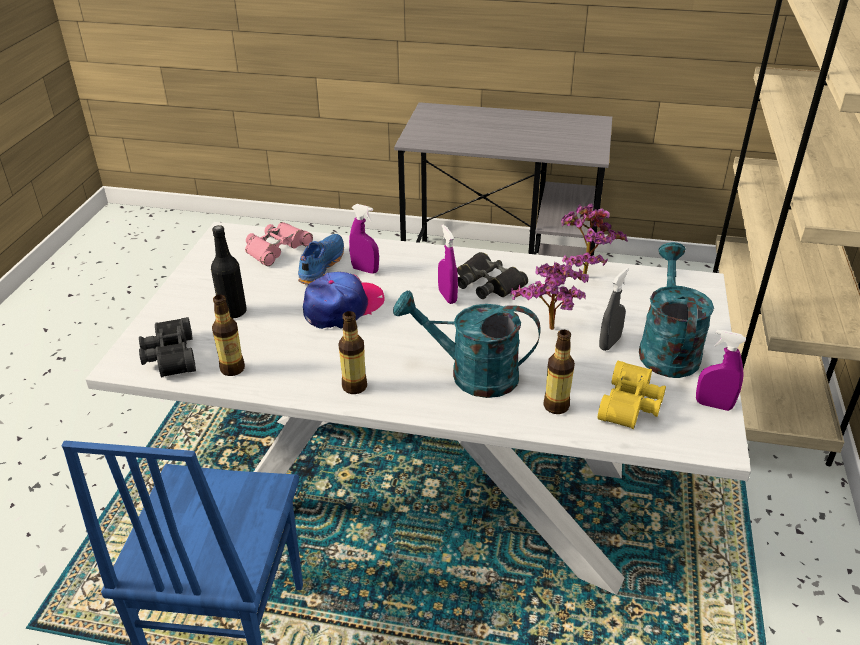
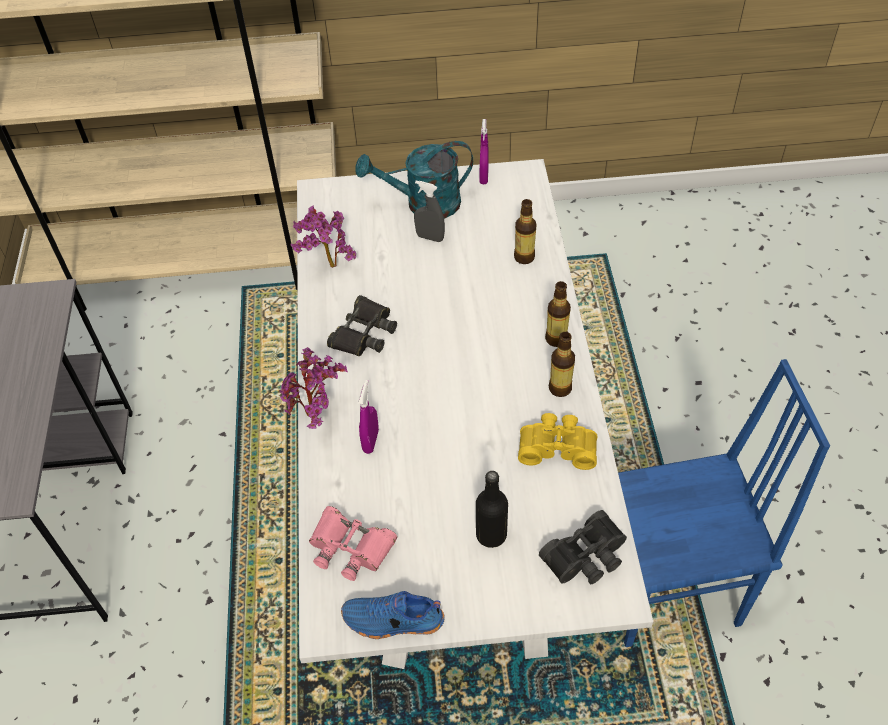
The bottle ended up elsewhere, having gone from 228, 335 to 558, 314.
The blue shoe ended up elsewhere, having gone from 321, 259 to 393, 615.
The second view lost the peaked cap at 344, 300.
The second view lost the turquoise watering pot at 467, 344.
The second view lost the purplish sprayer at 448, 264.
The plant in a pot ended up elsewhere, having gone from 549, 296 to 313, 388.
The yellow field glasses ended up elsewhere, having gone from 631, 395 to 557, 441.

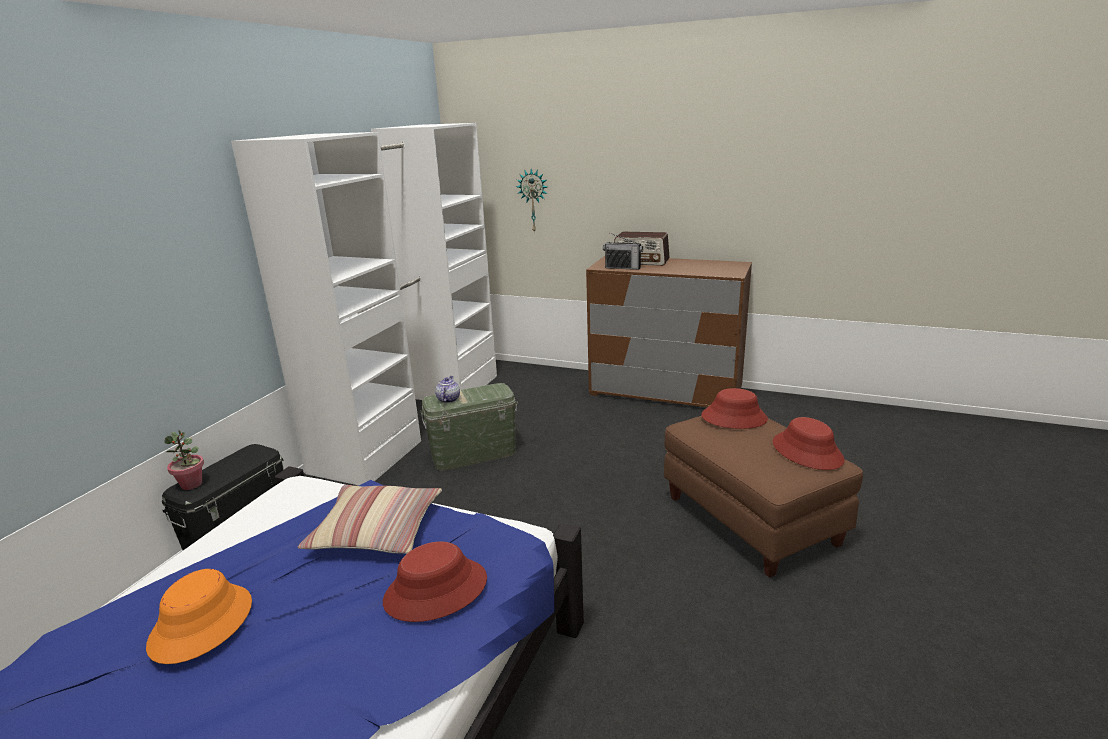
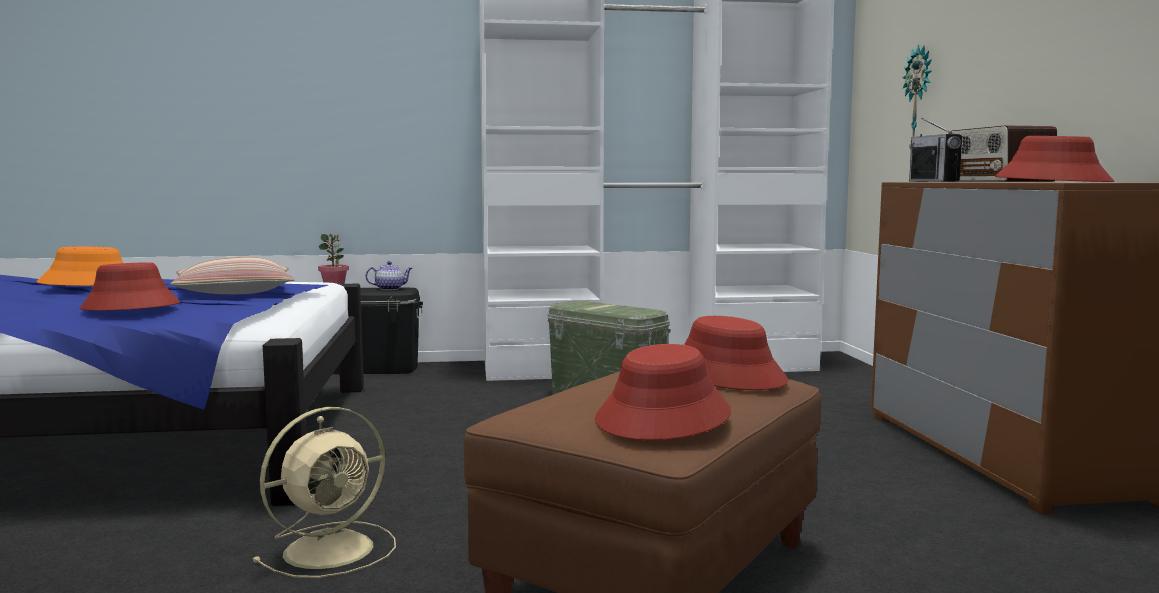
The teapot ended up elsewhere, having gone from 447, 389 to 388, 275.
The second view gained the beige electric fan at 324, 492.
The second view gained the reddish wearable hat at 1054, 159.

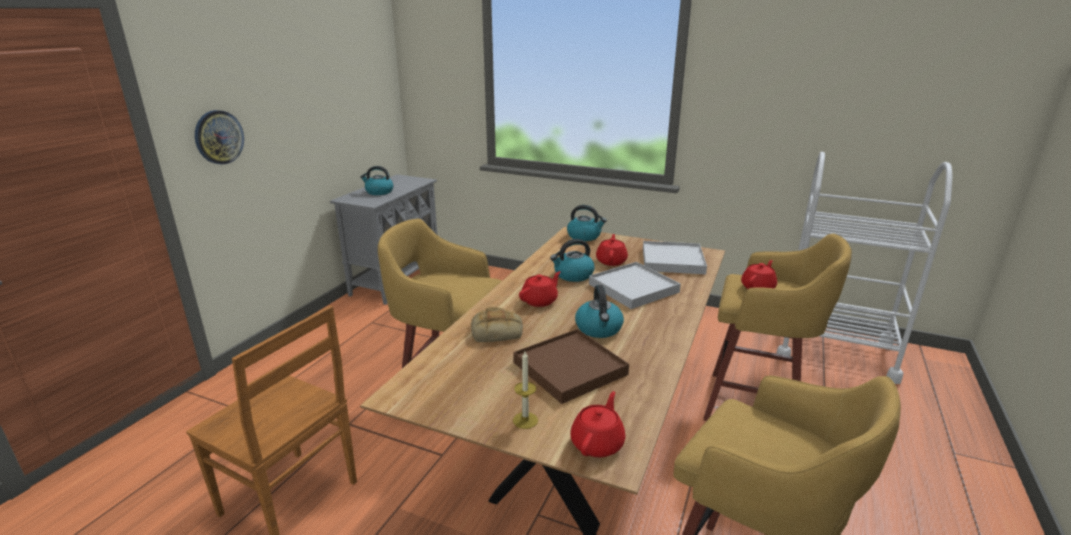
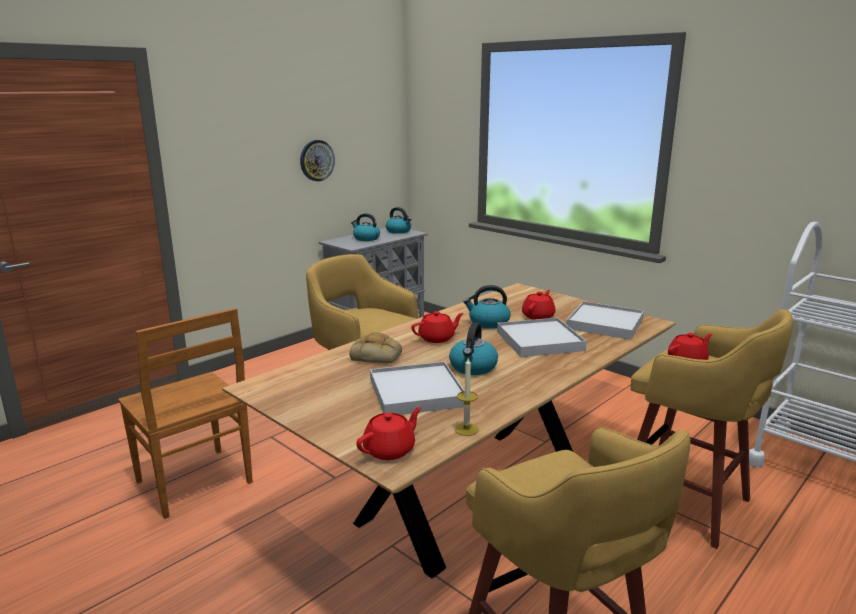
The wall clock ended up elsewhere, having gone from 219, 137 to 317, 160.
What was the brown serving tray at 571, 366 turned into the white-coloured serving tray at 417, 388.
The candle ended up elsewhere, having gone from 525, 390 to 466, 397.
The water kettle ended up elsewhere, having gone from 587, 223 to 399, 220.

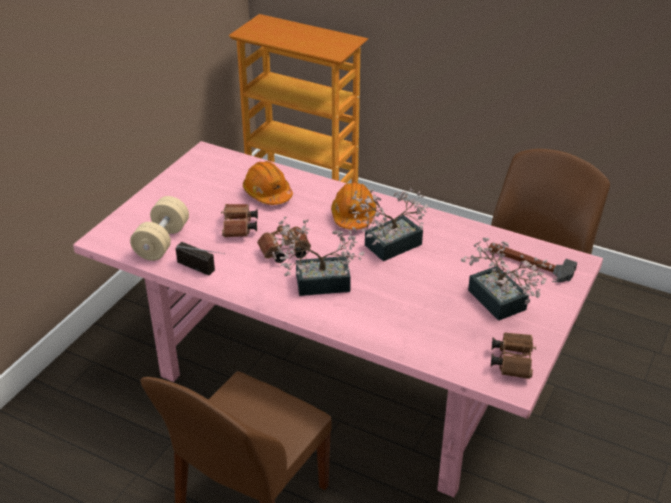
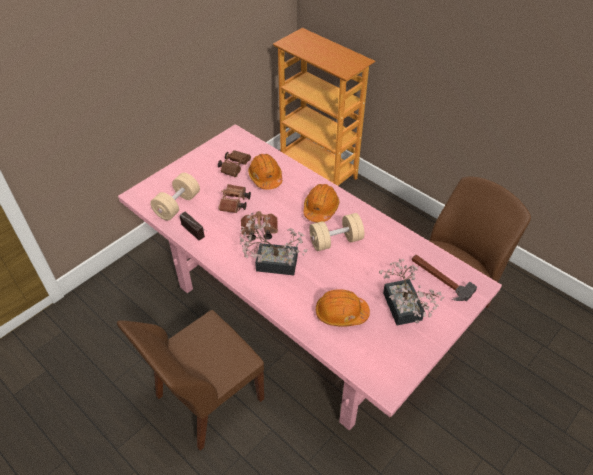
Where the plant in a pot stood at 389, 224, the beige hand weight came to stand at 336, 232.
The brown field glasses ended up elsewhere, having gone from 513, 355 to 234, 163.
The second view gained the orangey safety helmet at 343, 308.

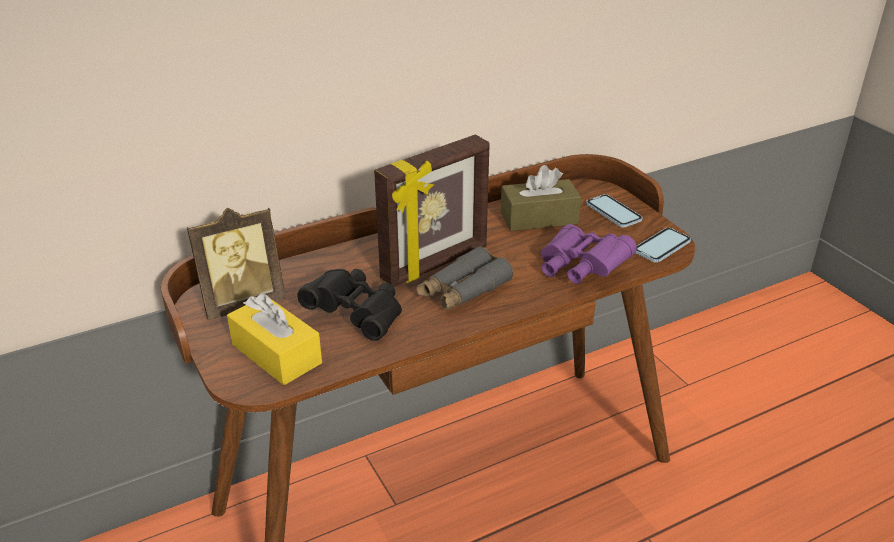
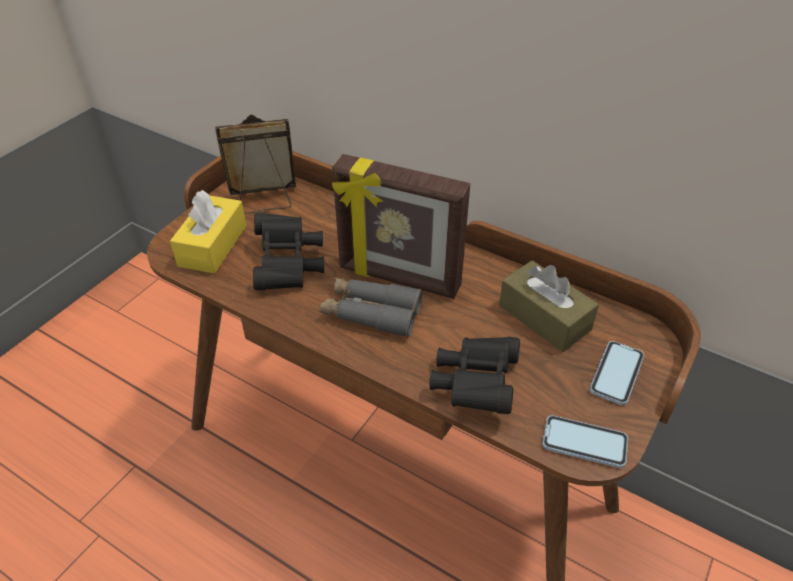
The standing frame at 236, 263 ended up facing another way, 135 degrees clockwise from before.
What was the purplish field glasses at 589, 254 turned into the black-coloured field glasses at 474, 375.

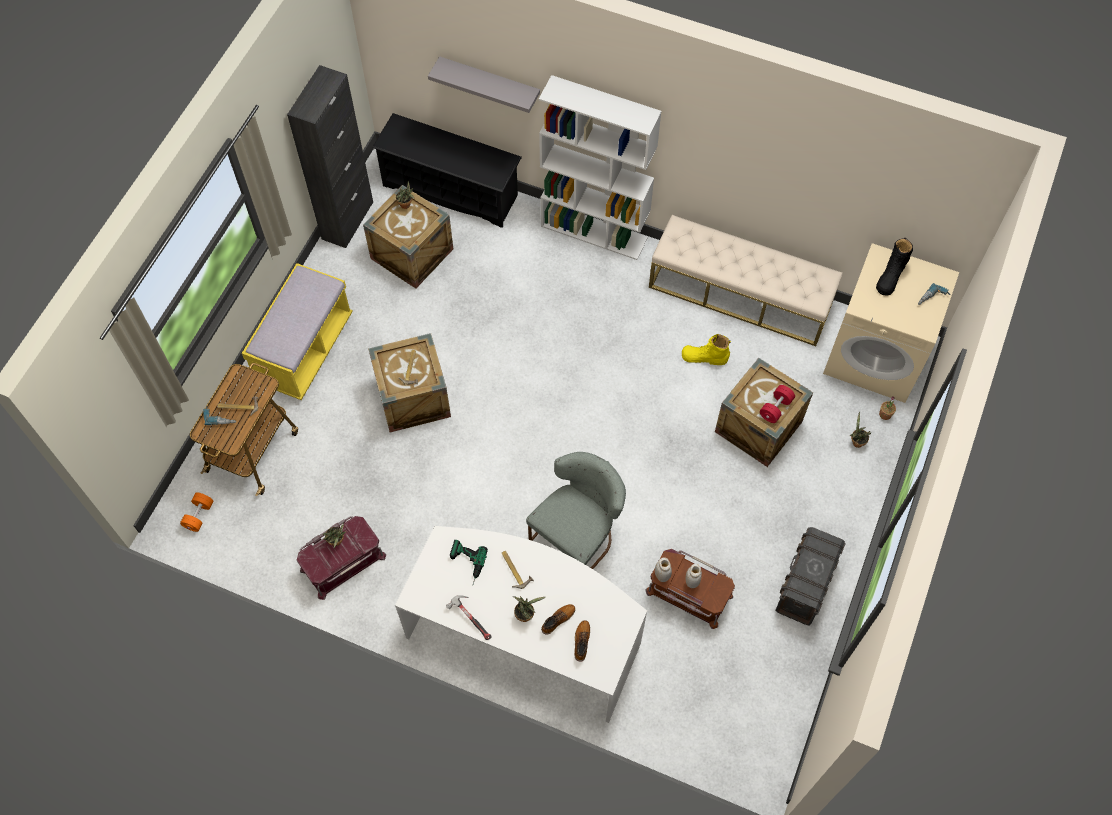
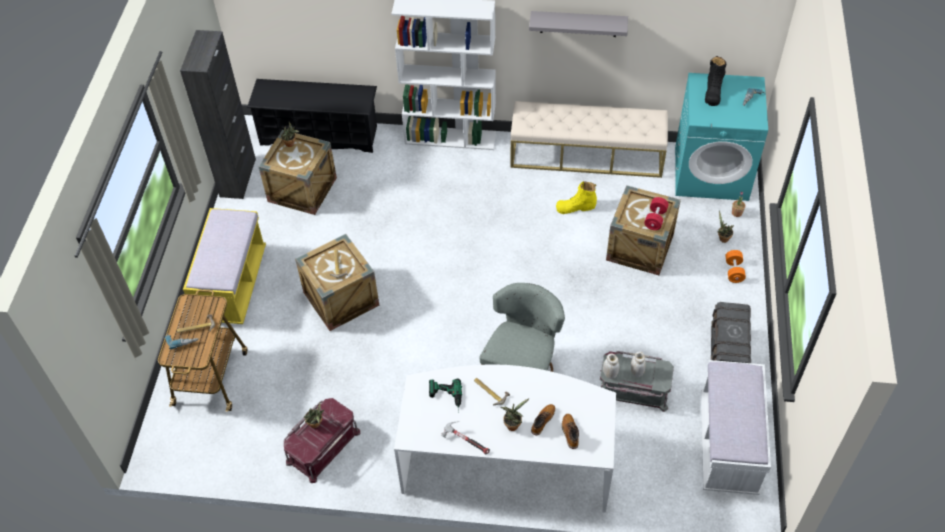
The orangey hand weight ended up elsewhere, having gone from 196, 512 to 735, 266.
The greyish shelf ended up elsewhere, having gone from 484, 84 to 578, 24.
What was the brown storage bin at 690, 589 turned into the greyish storage bin at 637, 381.
What was the beige laundry appliance at 891, 323 turned into the turquoise laundry appliance at 721, 137.
The second view gained the white-coloured indoor bench at 736, 427.

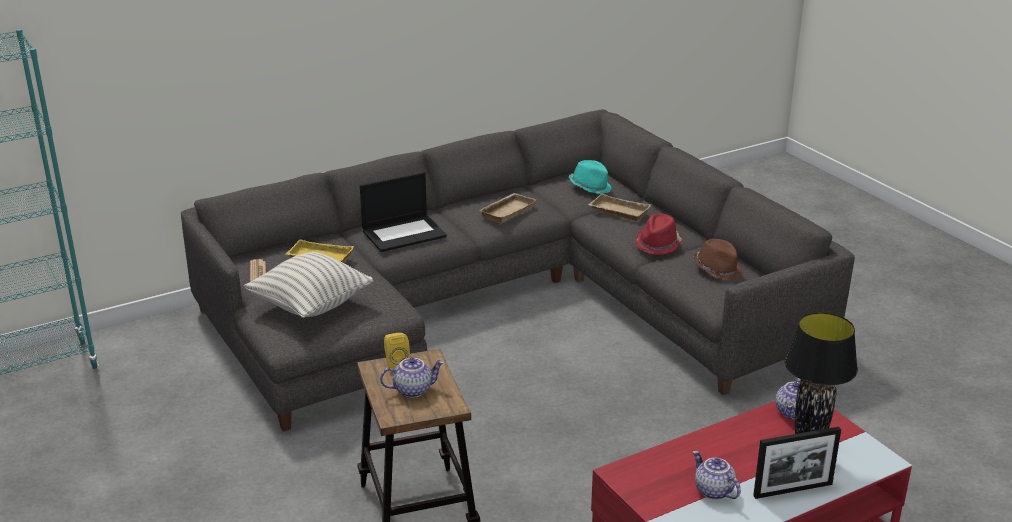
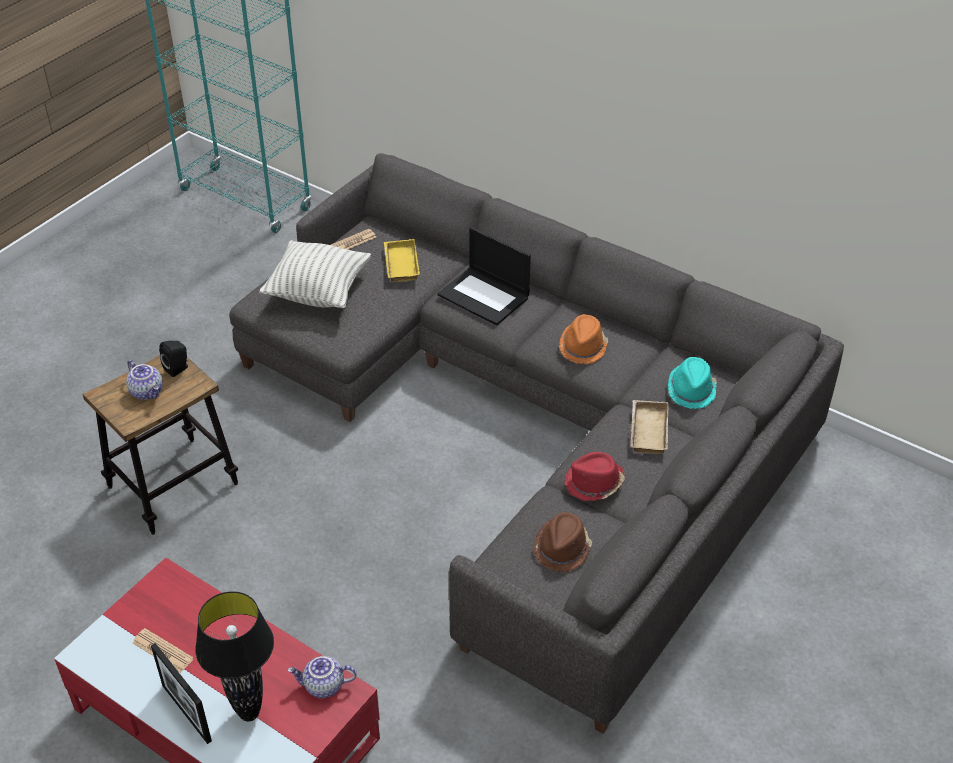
What was the yellow loudspeaker at 397, 352 turned into the black-coloured loudspeaker at 173, 358.
Where the beige serving tray stood at 507, 208, the orangey wearable hat came to stand at 583, 339.
Where the teapot stood at 717, 475, the daily paper came to stand at 163, 650.

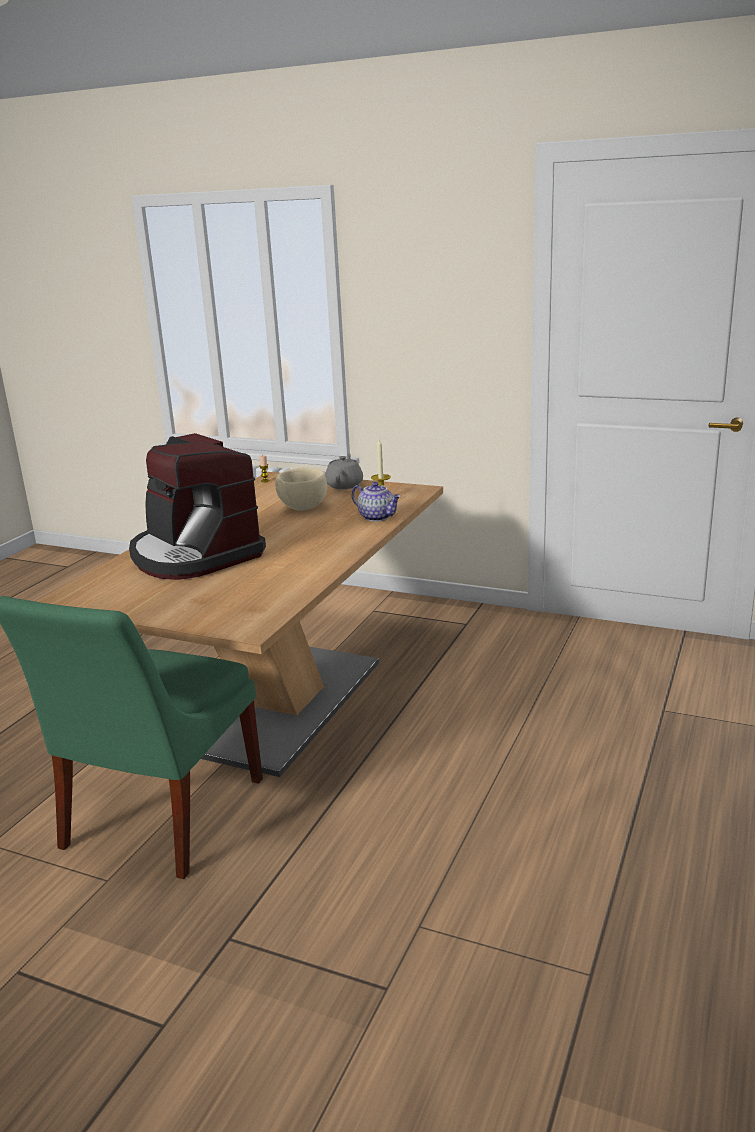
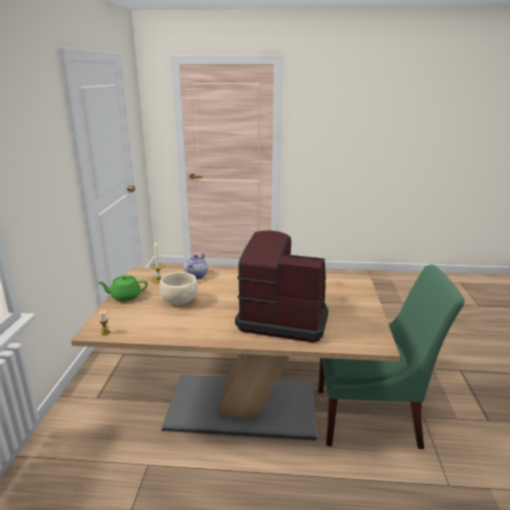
The coffee maker at 197, 506 ended up facing another way, 105 degrees counterclockwise from before.
What was the greyish teapot at 344, 471 turned into the greenish teapot at 123, 288.

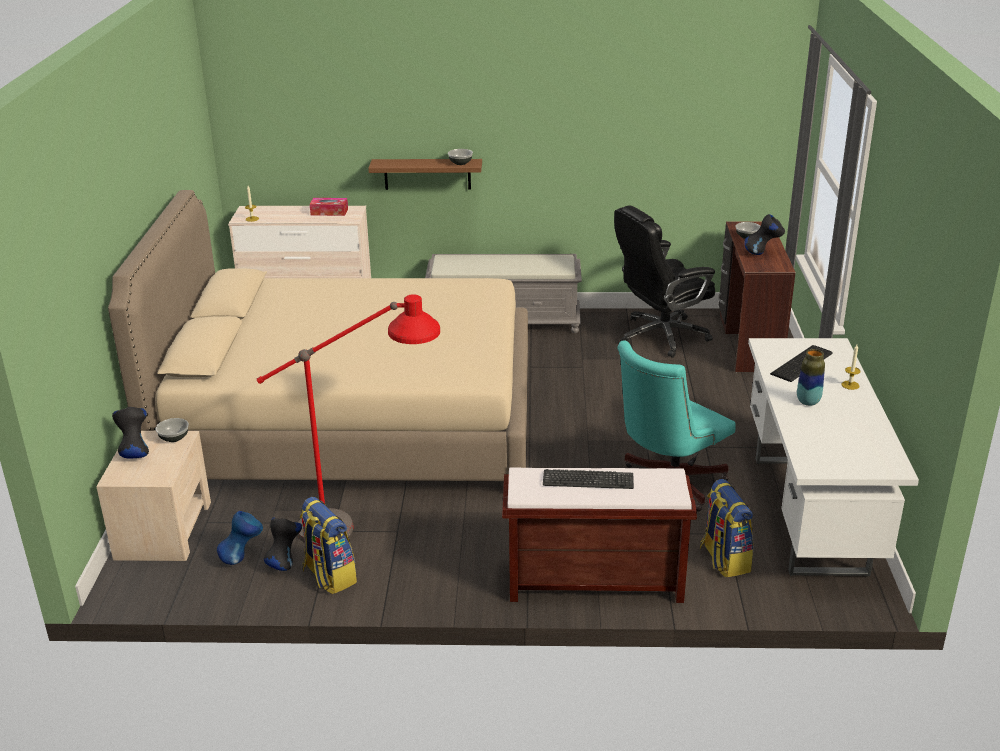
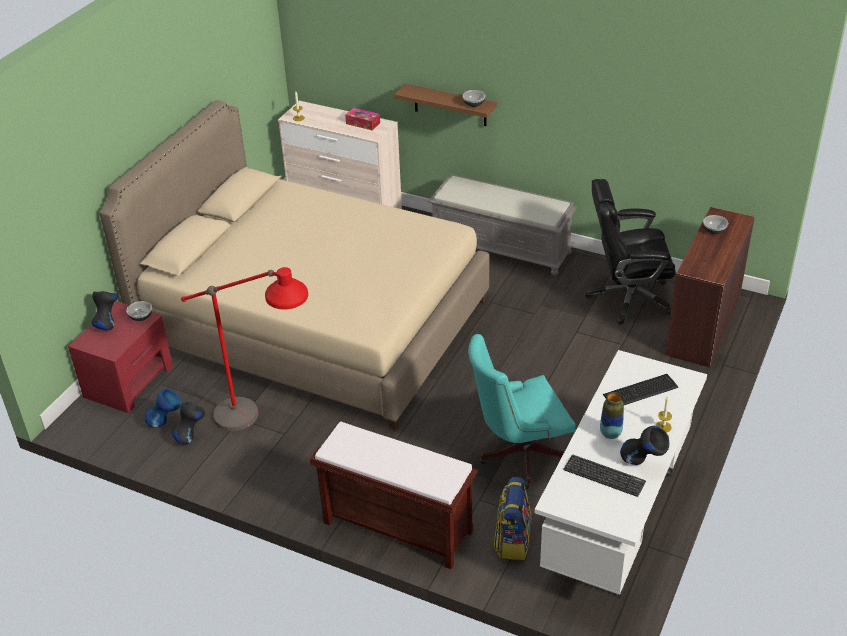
What was the beige night table at 153, 496 turned into the reddish night table at 120, 357.
The second view lost the rucksack at 328, 545.
The PC keyboard ended up elsewhere, having gone from 588, 479 to 604, 476.
The black-coloured decorative vase ended up elsewhere, having gone from 764, 234 to 644, 445.

